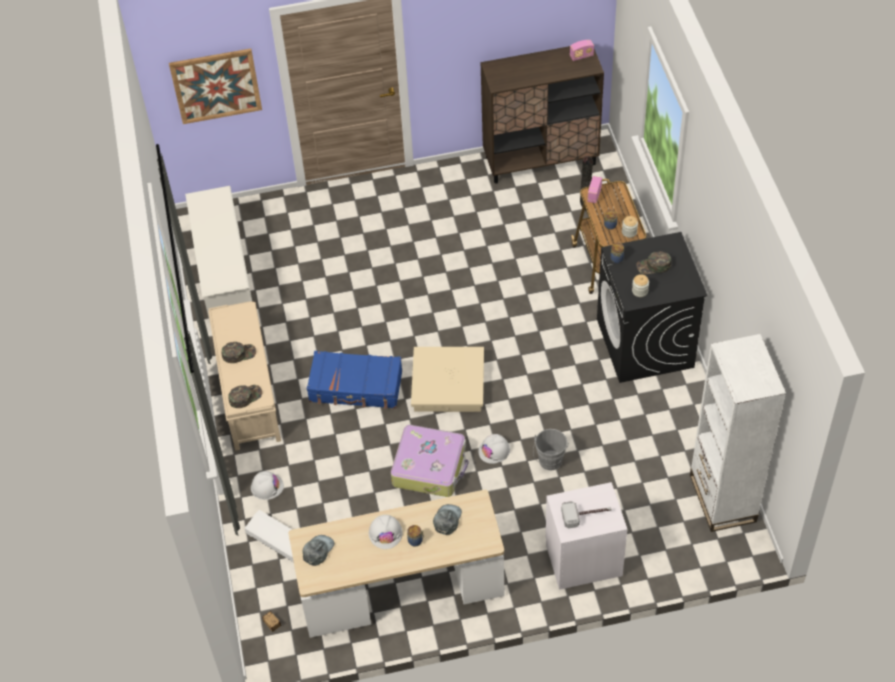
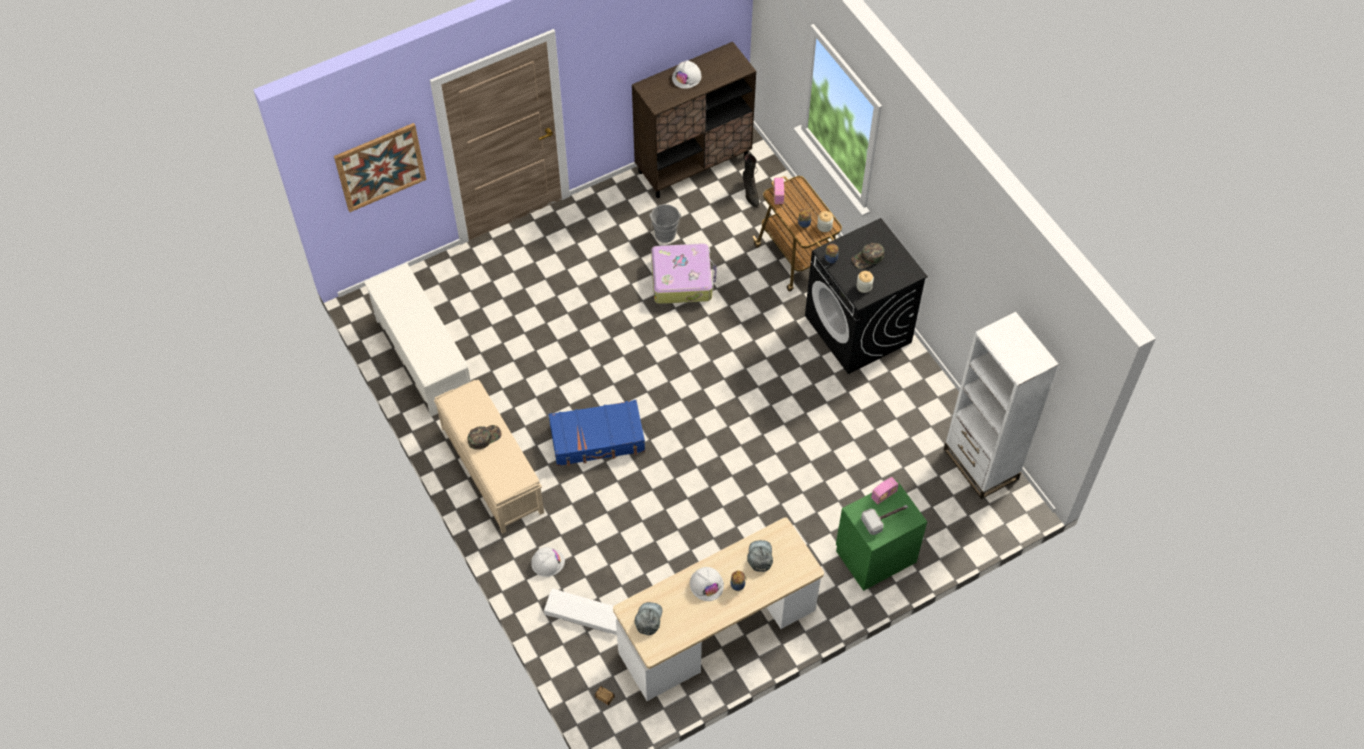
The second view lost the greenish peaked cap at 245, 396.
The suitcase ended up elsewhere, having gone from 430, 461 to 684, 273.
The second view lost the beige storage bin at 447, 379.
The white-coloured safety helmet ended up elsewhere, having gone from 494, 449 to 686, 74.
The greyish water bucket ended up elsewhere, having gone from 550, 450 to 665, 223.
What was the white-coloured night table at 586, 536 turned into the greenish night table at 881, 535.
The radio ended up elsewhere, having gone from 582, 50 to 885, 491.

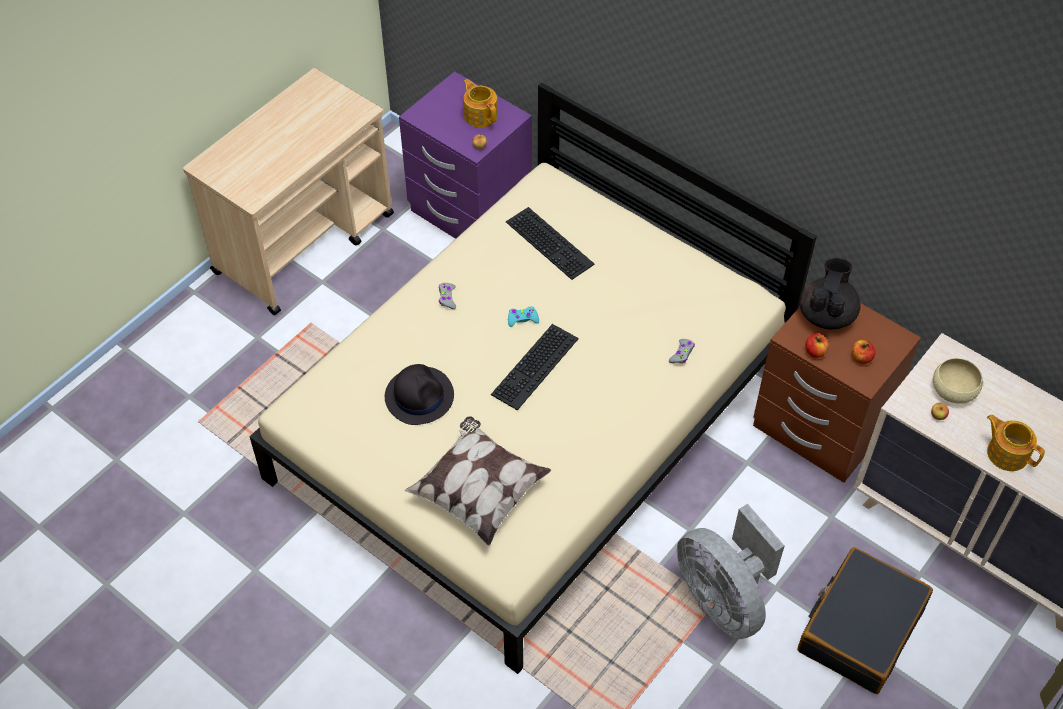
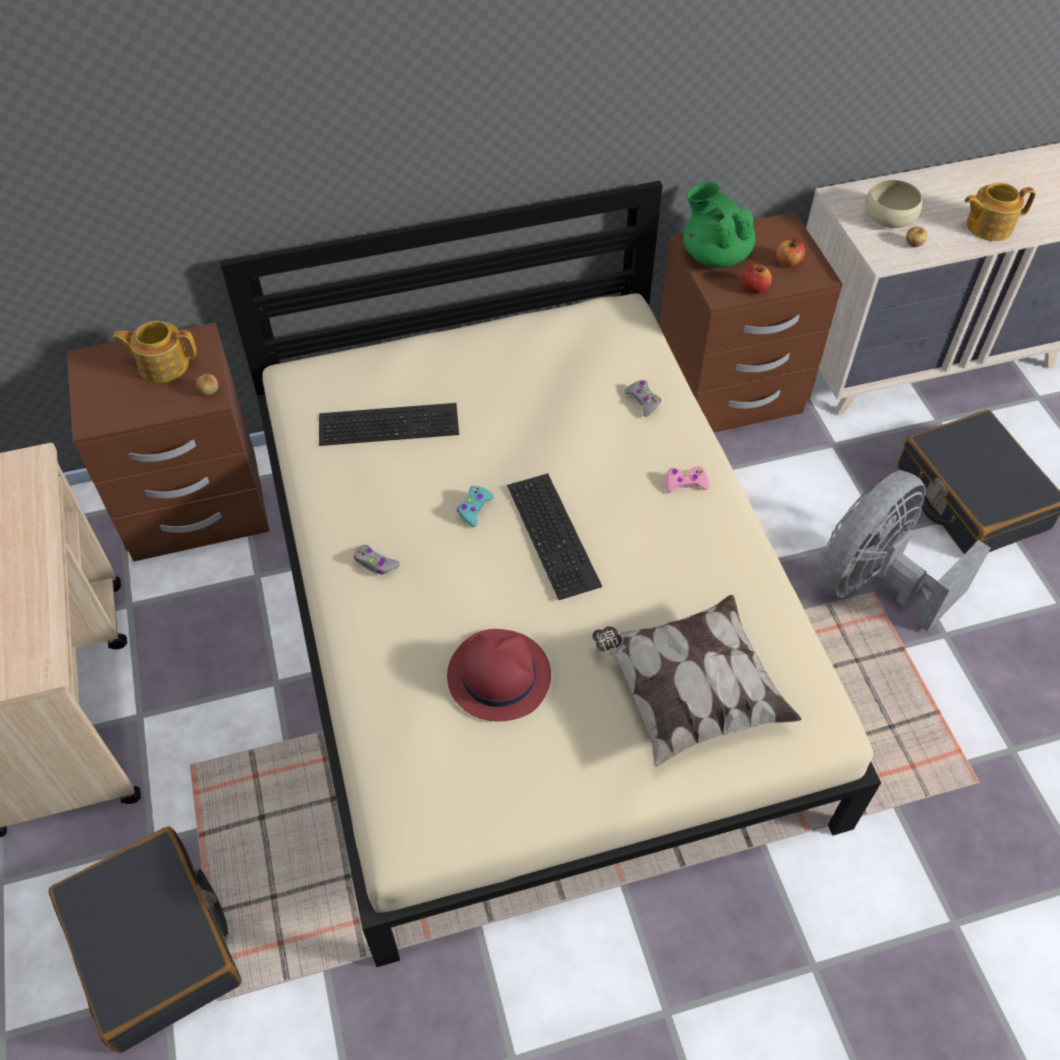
What was the black-coloured wearable hat at 419, 394 turned into the reddish wearable hat at 499, 675.
What was the purplish night table at 465, 155 turned into the brown night table at 168, 442.
The greyish electric fan at 731, 571 ended up facing another way, 135 degrees clockwise from before.
What was the black-coloured teapot at 830, 294 turned into the greenish teapot at 719, 225.
The second view gained the black-coloured suitcase at 145, 940.
The second view gained the pink-coloured game controller at 687, 479.

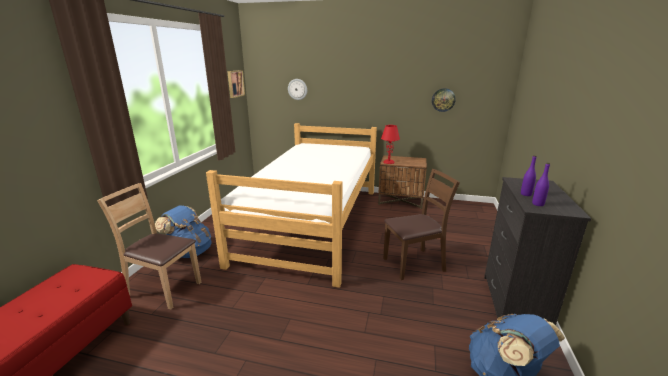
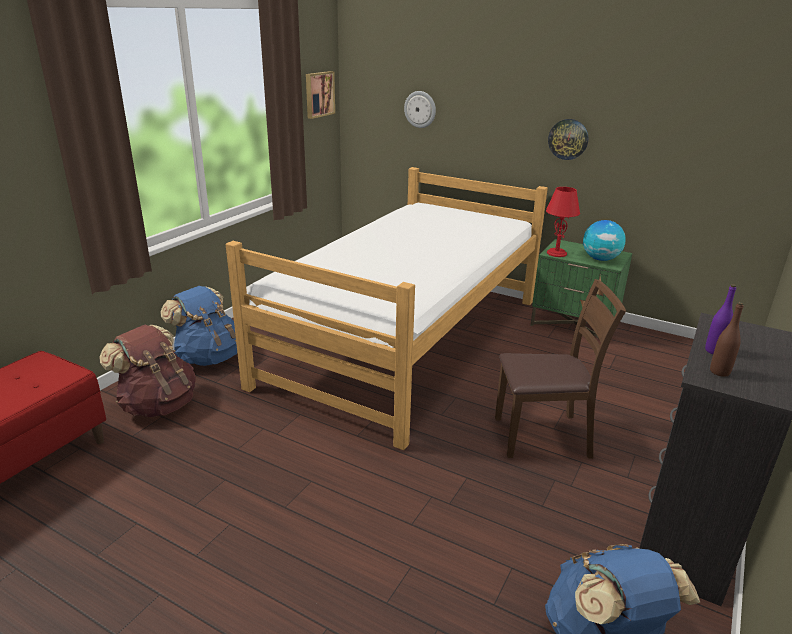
Where the brown chair stood at 149, 246, the brown rucksack came to stand at 148, 371.
What was the brown night table at 402, 182 turned into the greenish night table at 581, 289.
The wall clock ended up elsewhere, having gone from 444, 100 to 568, 139.
What was the purplish bottle at 541, 184 turned into the brown bottle at 727, 339.
The second view gained the desk globe at 604, 240.

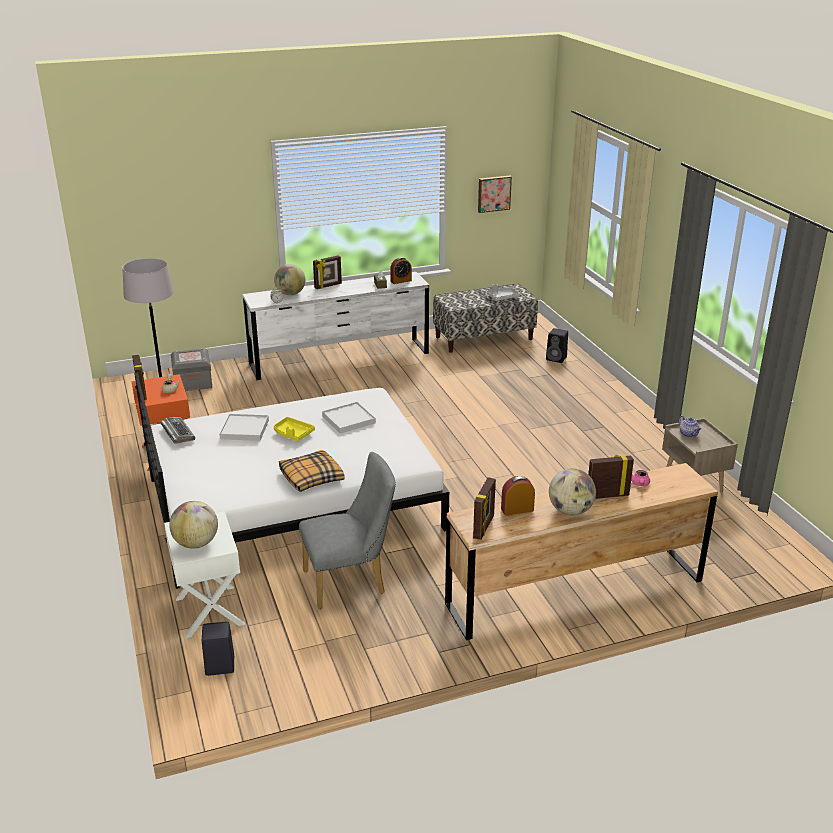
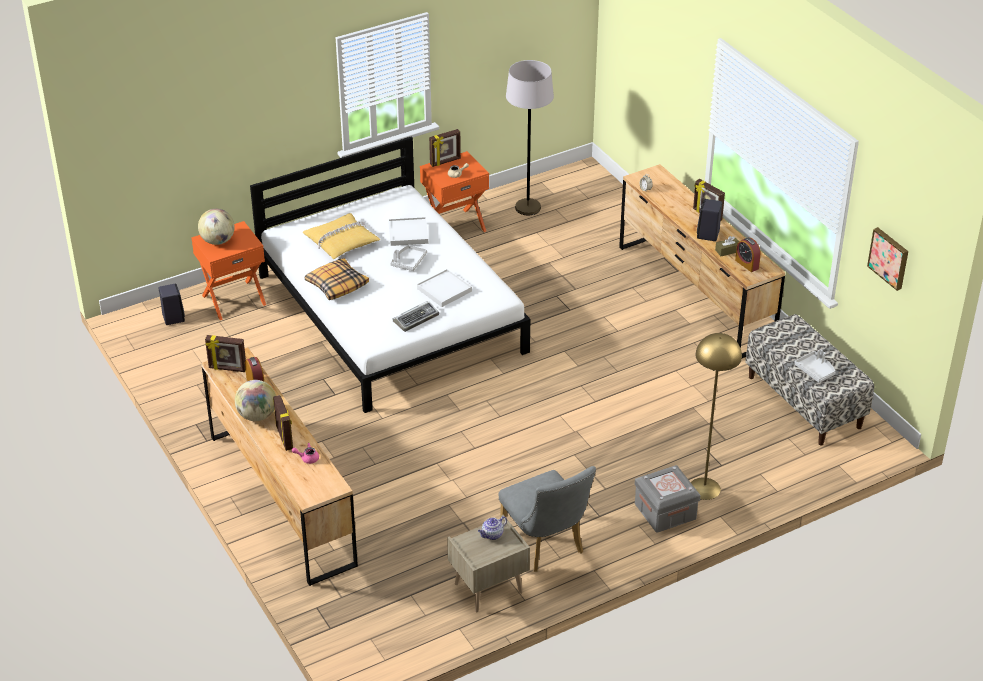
The PC keyboard ended up elsewhere, having gone from 178, 430 to 415, 316.
What was the white-coloured night table at 204, 574 turned into the orangey night table at 228, 270.
The greyish storage bin ended up elsewhere, having gone from 191, 369 to 667, 499.
What was the white-coloured dresser at 336, 326 turned into the brown dresser at 702, 261.
The second view lost the desk globe at 289, 279.
What was the yellow serving tray at 294, 429 turned into the greyish serving tray at 408, 258.
The greyish chair ended up elsewhere, having gone from 347, 530 to 547, 519.
The black-coloured loudspeaker ended up elsewhere, having gone from 557, 345 to 709, 220.
The second view gained the yellow pillow at 341, 236.
The second view gained the yellow floor lamp at 716, 416.

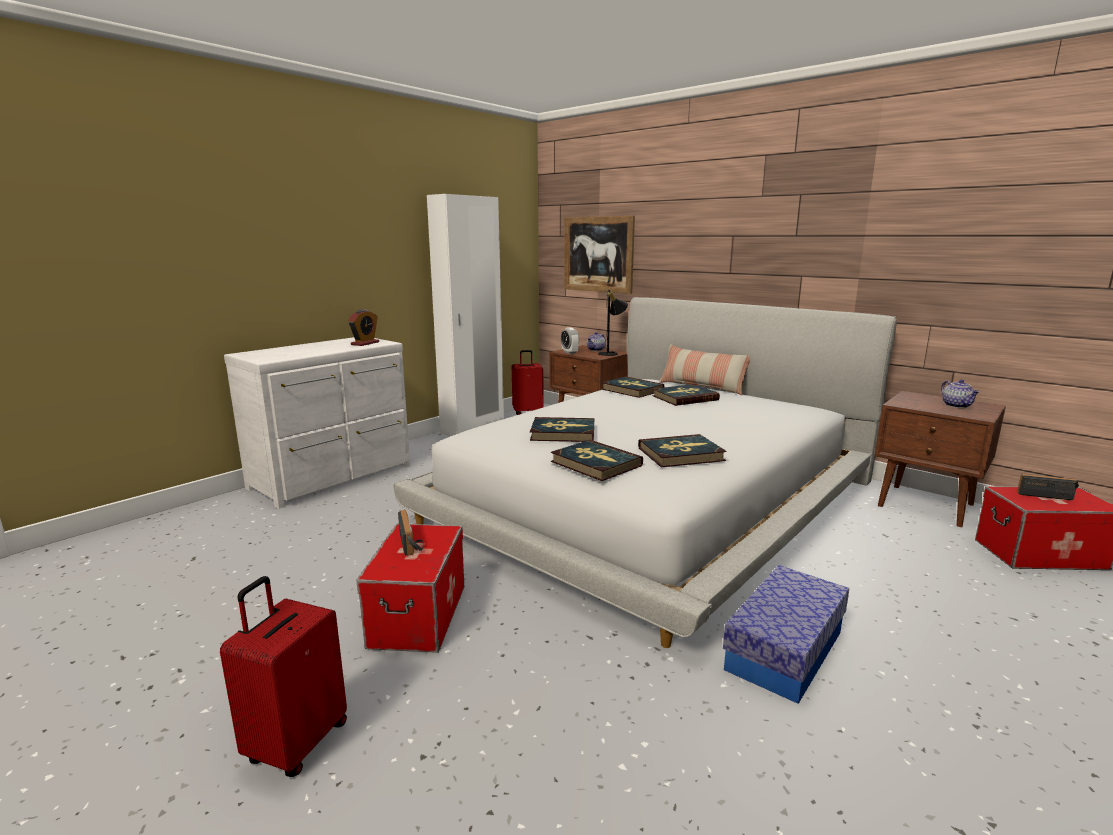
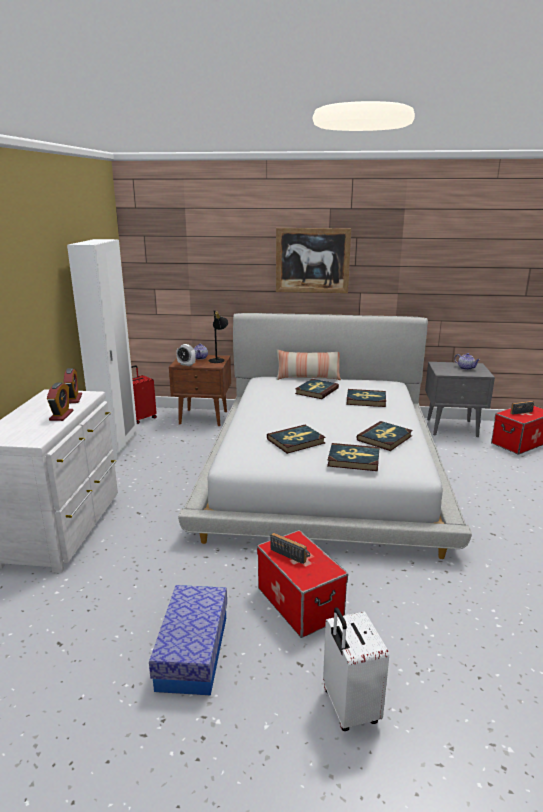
What was the reddish suitcase at 283, 676 turned into the white-coloured suitcase at 356, 669.
The wall art ended up elsewhere, having gone from 599, 255 to 313, 260.
The volume ended up elsewhere, having gone from 632, 387 to 366, 398.
The storage bin ended up elsewhere, having gone from 786, 634 to 188, 640.
What was the brown night table at 940, 459 turned into the greyish night table at 460, 399.
The second view gained the alarm clock at 60, 401.

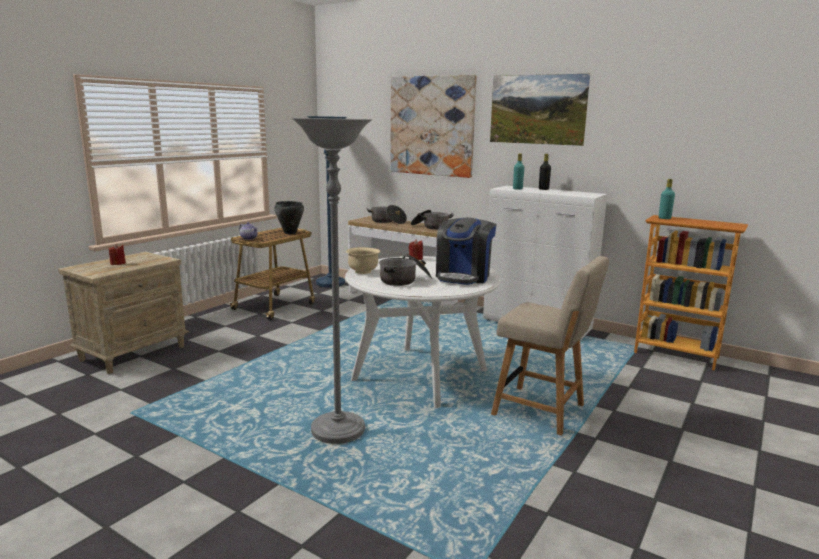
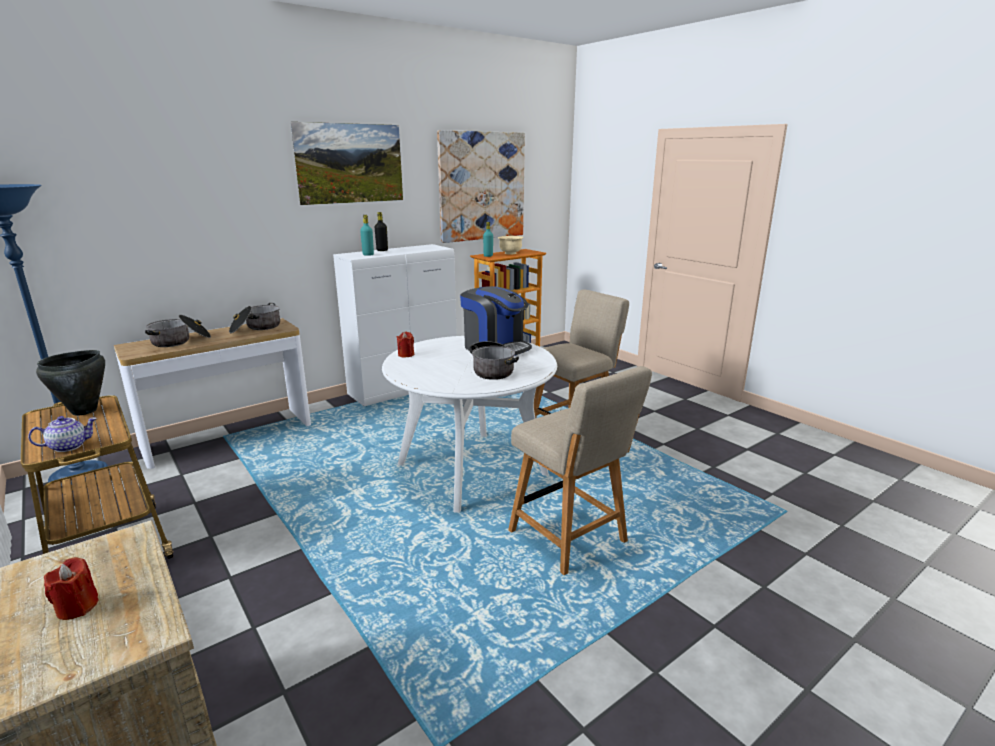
Where the greyish floor lamp stood at 331, 281, the beige chair came to stand at 580, 470.
The beige deep dish ended up elsewhere, having gone from 363, 260 to 510, 245.
The wall art ended up elsewhere, having gone from 433, 126 to 481, 186.

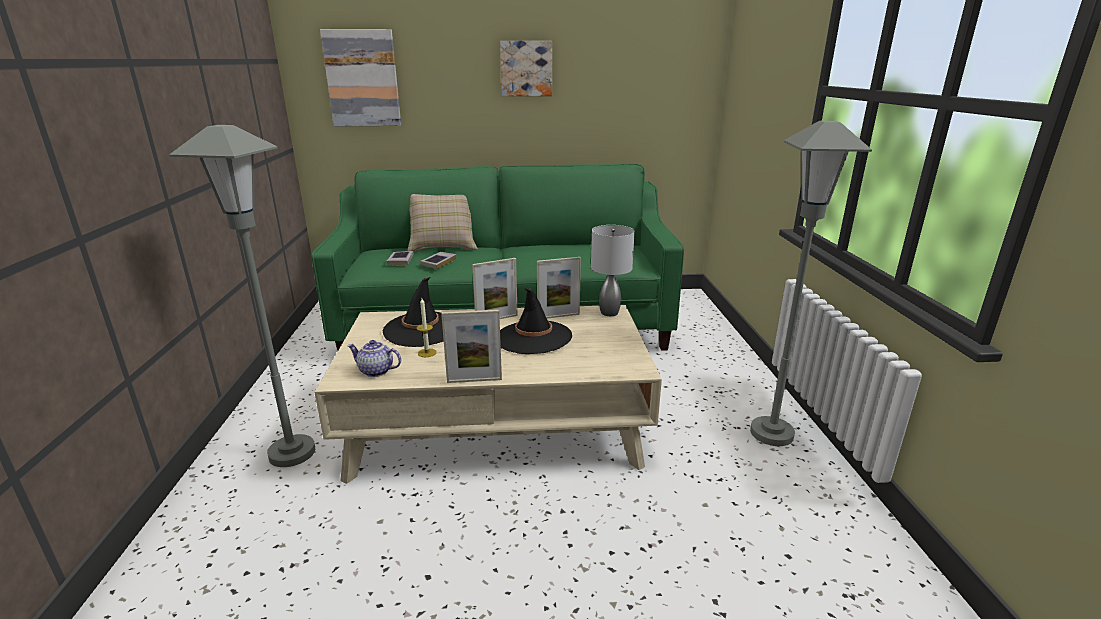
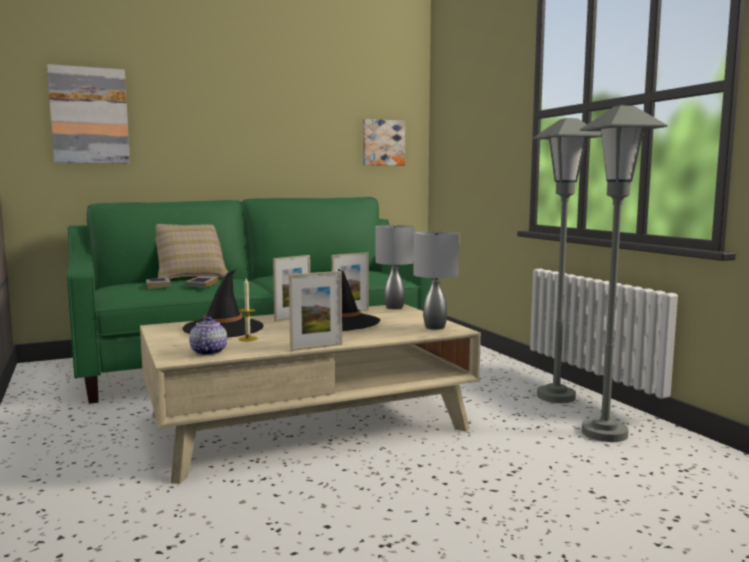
The greyish floor lamp ended up elsewhere, having gone from 242, 296 to 623, 273.
The teapot at 374, 358 ended up facing another way, 90 degrees clockwise from before.
The wall art ended up elsewhere, having gone from 526, 68 to 384, 142.
The second view gained the greyish table lamp at 436, 280.

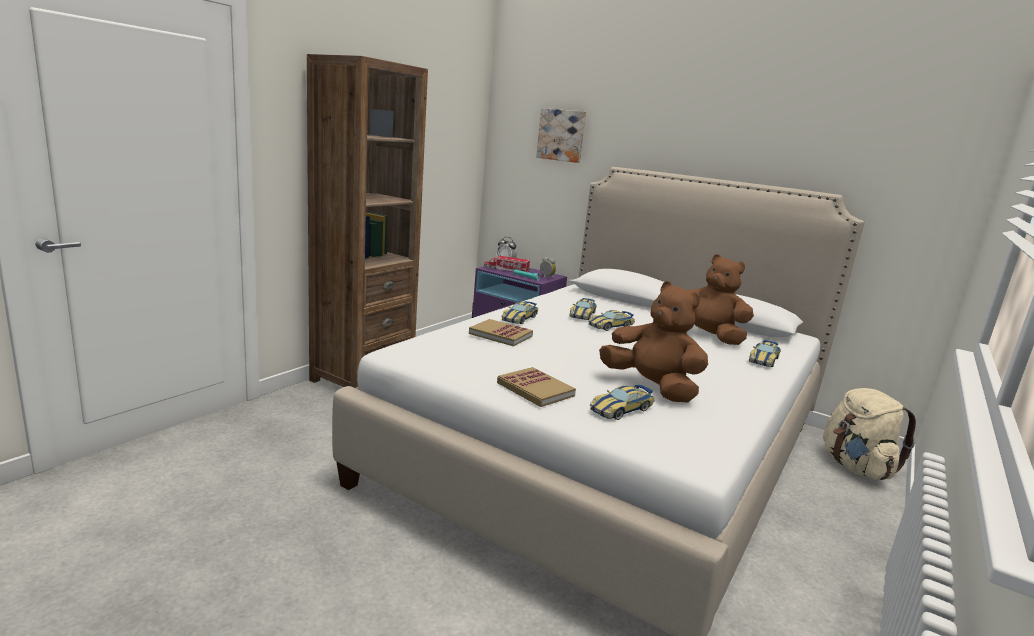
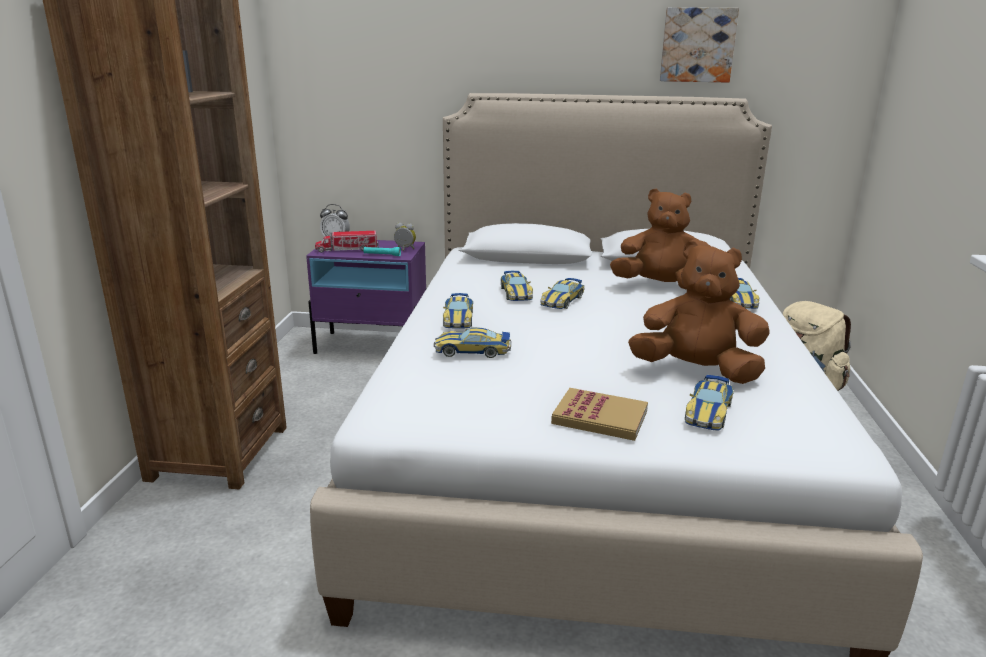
Where the volume stood at 501, 333, the miniature car came to stand at 472, 342.
The wall art ended up elsewhere, having gone from 561, 135 to 699, 45.

